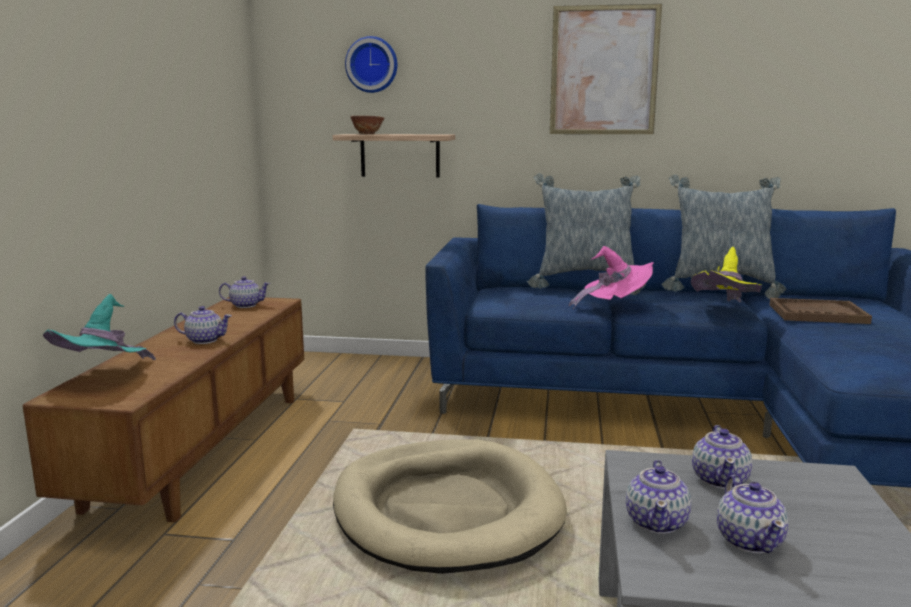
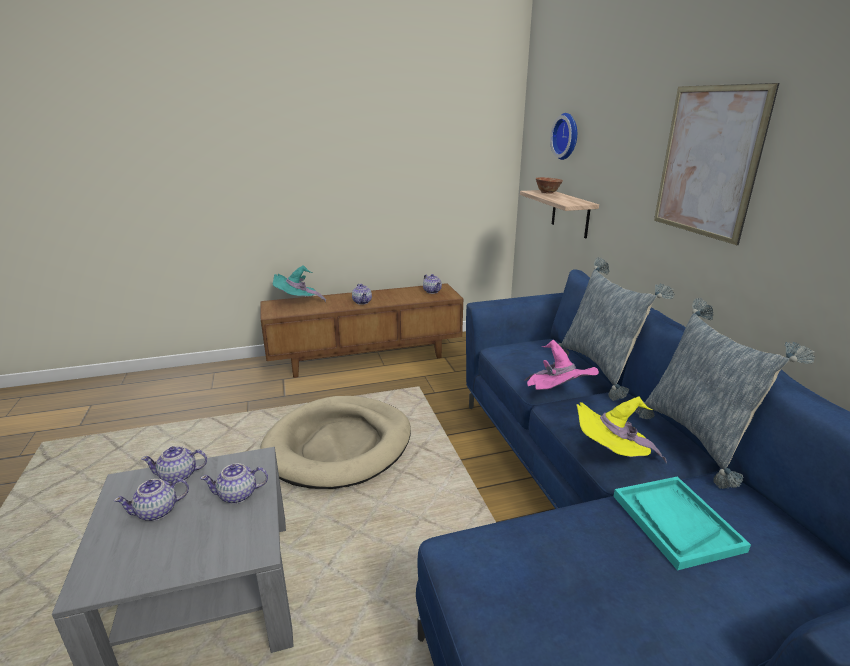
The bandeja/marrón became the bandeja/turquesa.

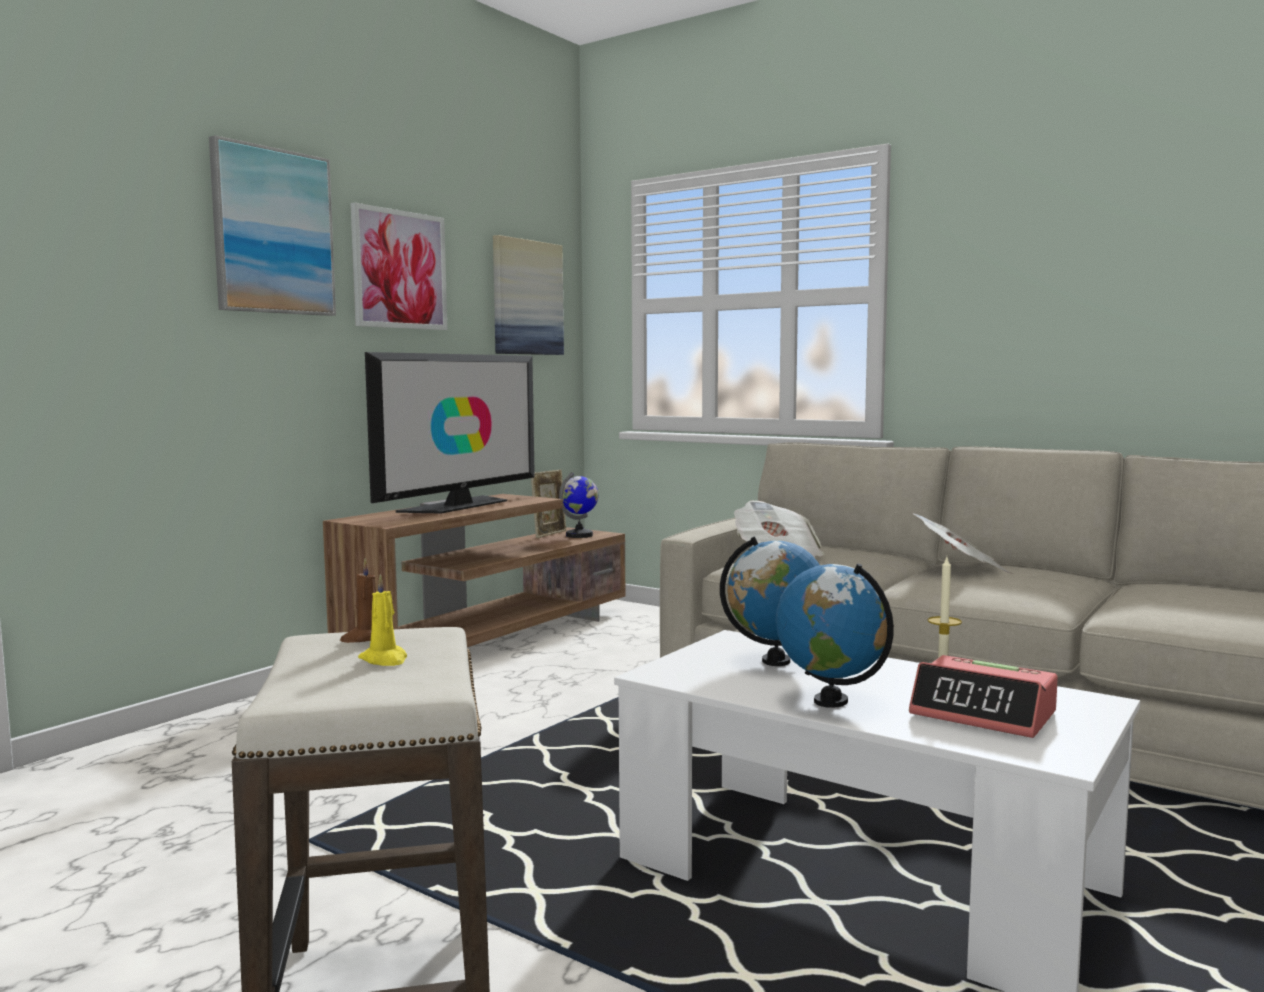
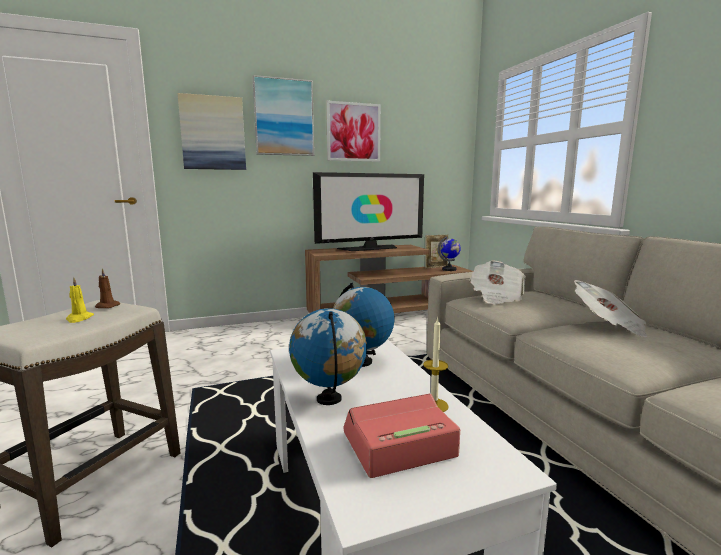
The cuadro (3rd from left in the first image) moved.
The despertador turned 90 degrees clockwise.

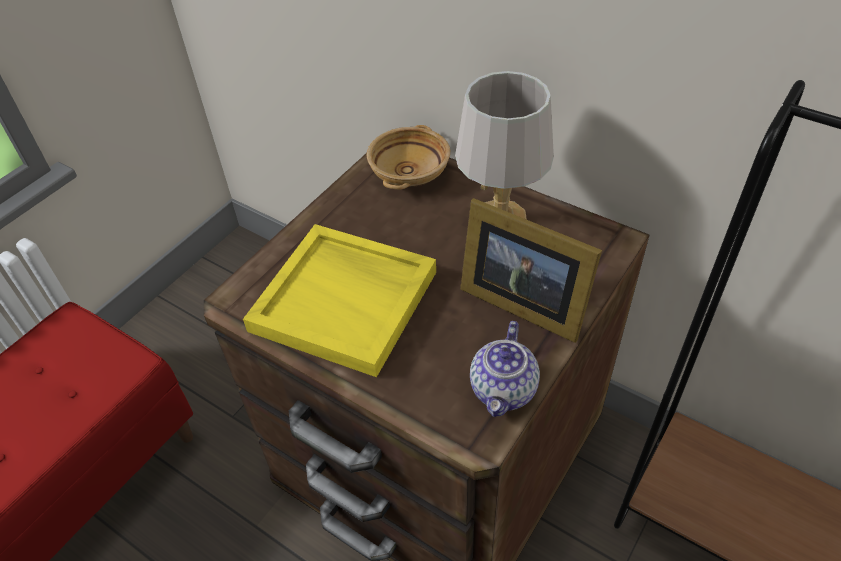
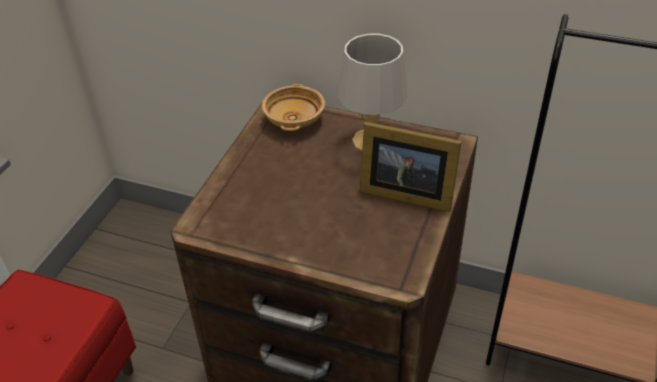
The bandeja/amarillo disappeared.
The tetera disappeared.

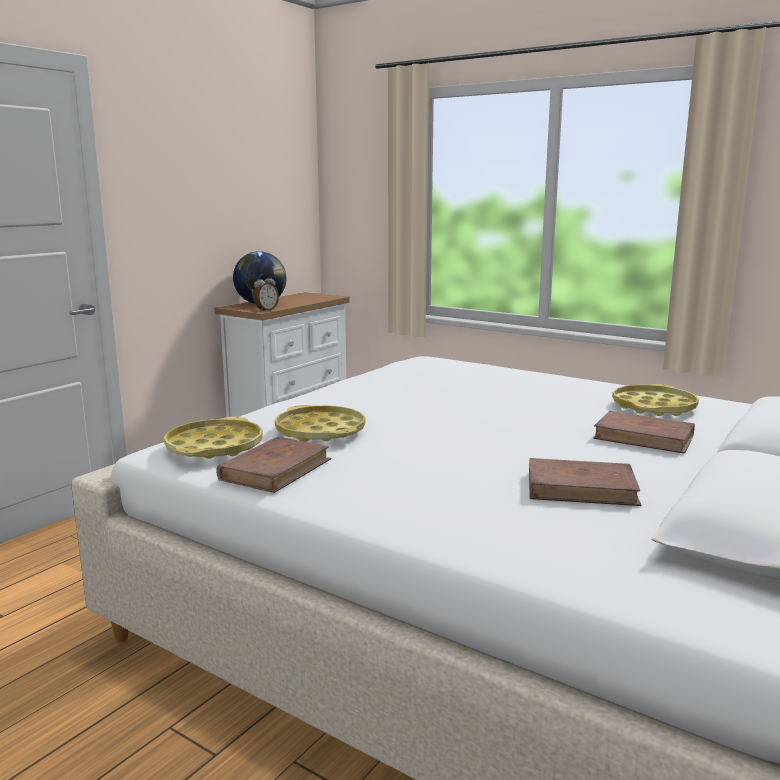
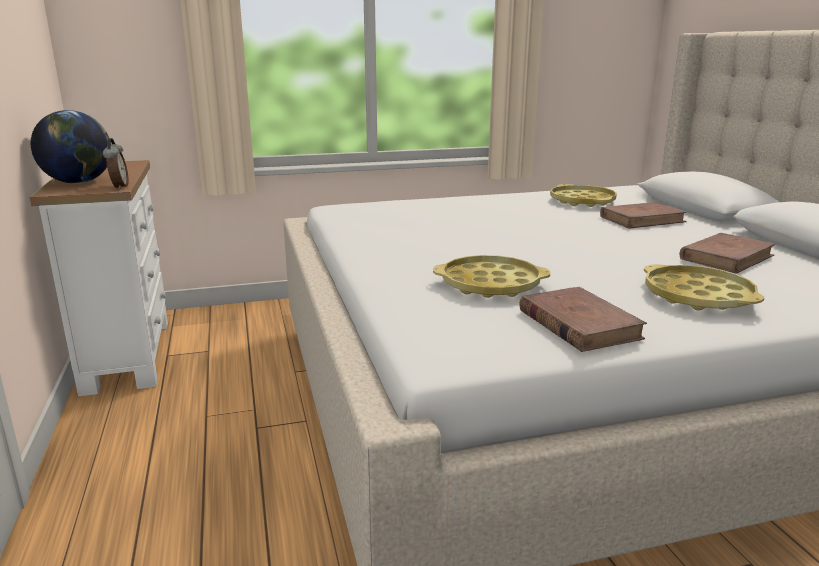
The bandeja/amarillo (1st from left in the first image) moved.

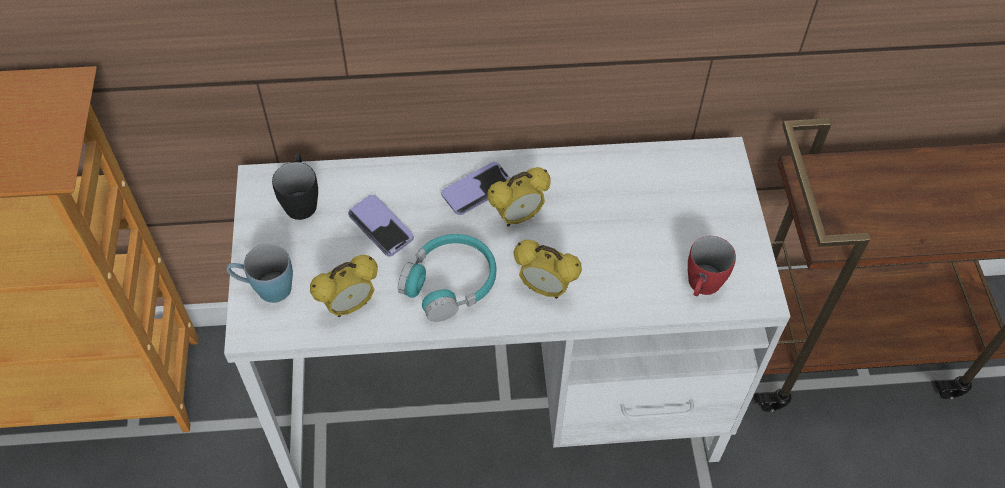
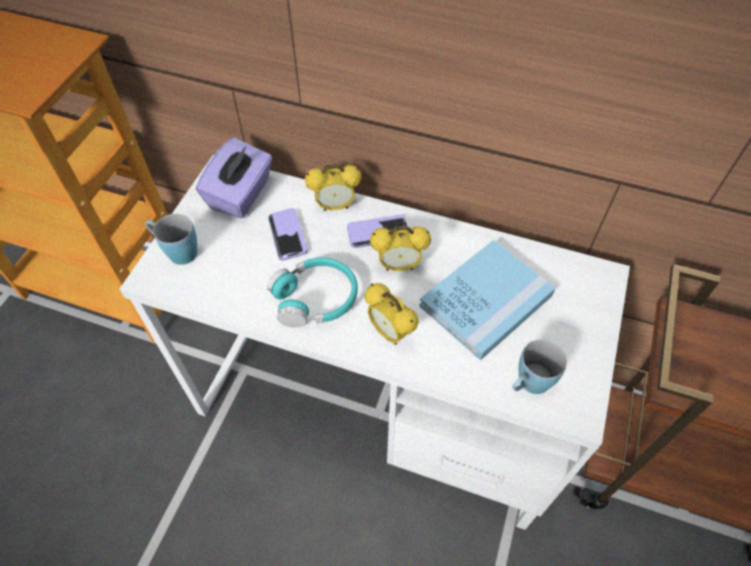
The taza grande/negro was replaced by the caja de pañuelos/morado.
The despertador (1st from left) moved.
The taza grande/rojo became the taza grande/azul (2nd from left).
The libro/azul appeared.

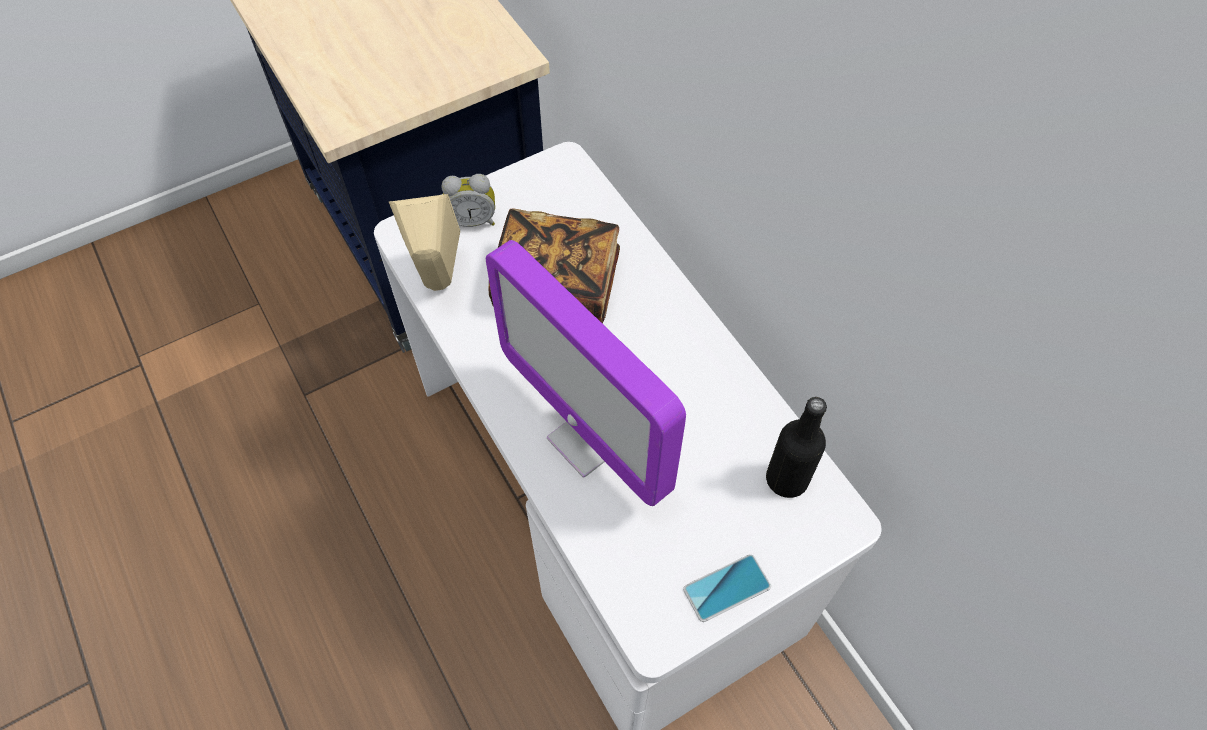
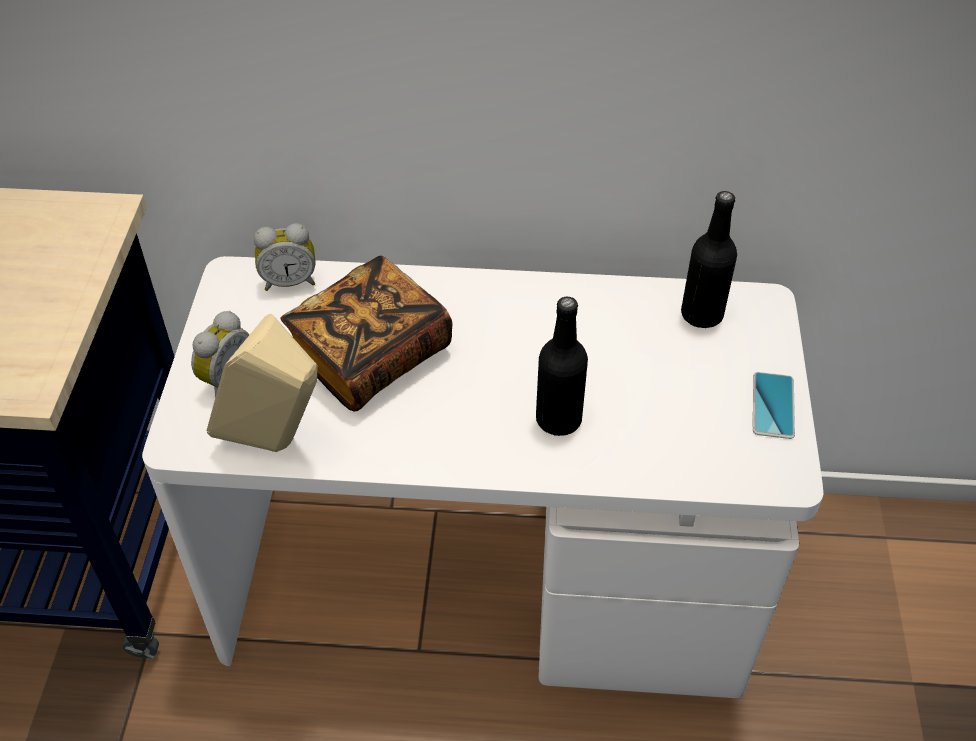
The monitor was replaced by the botella/negro (1st from left).
The despertador (2nd from left) appeared.

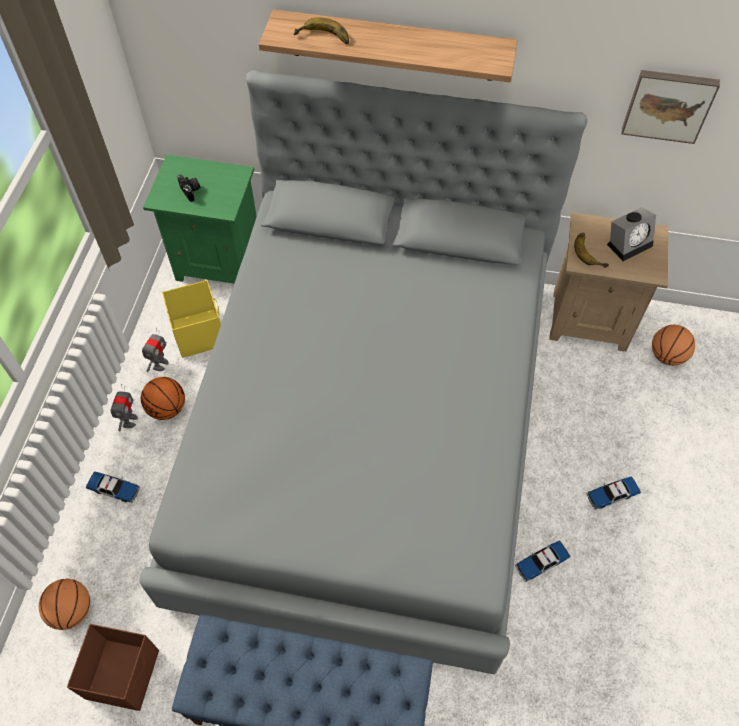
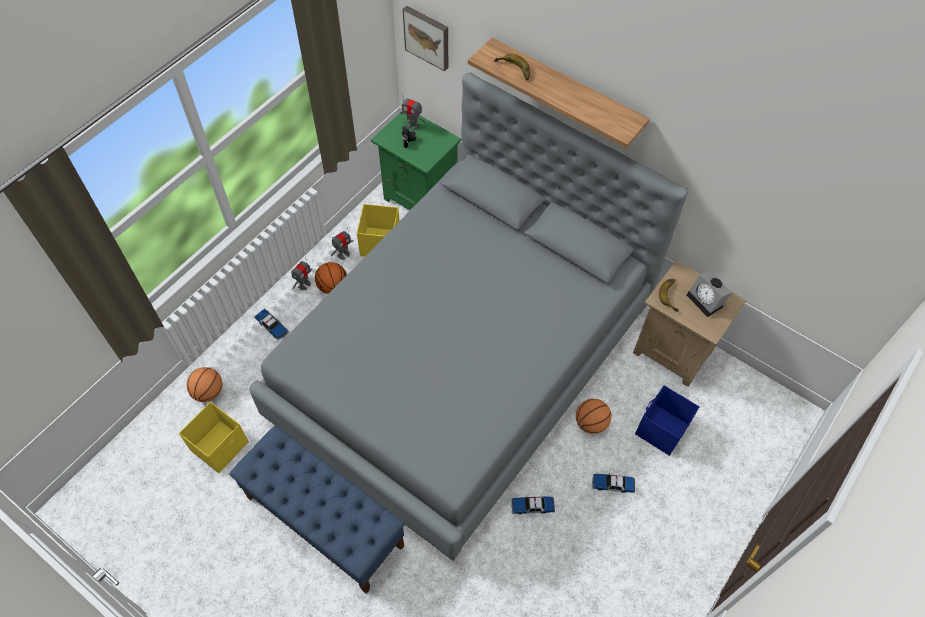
The caja de almacenaje/marrón became the caja de almacenaje/amarillo (1st from left).
The despertador turned 60 degrees clockwise.
The cuadro moved.
The balón de baloncesto (3rd from left) moved.
The robot de juguete (3rd from left) appeared.
The caja de almacenaje/azul appeared.

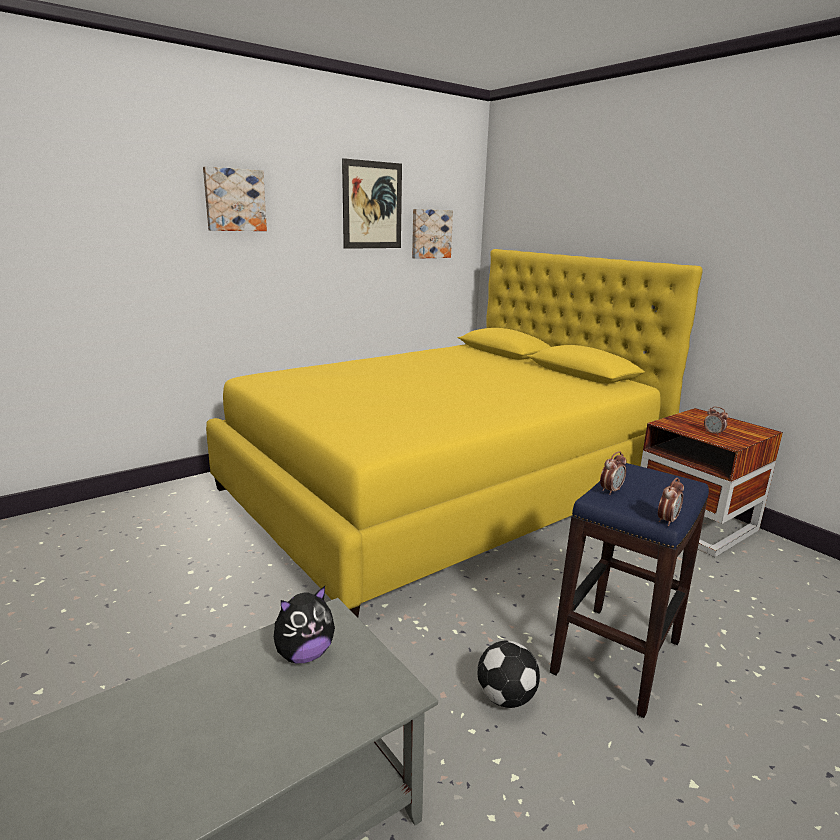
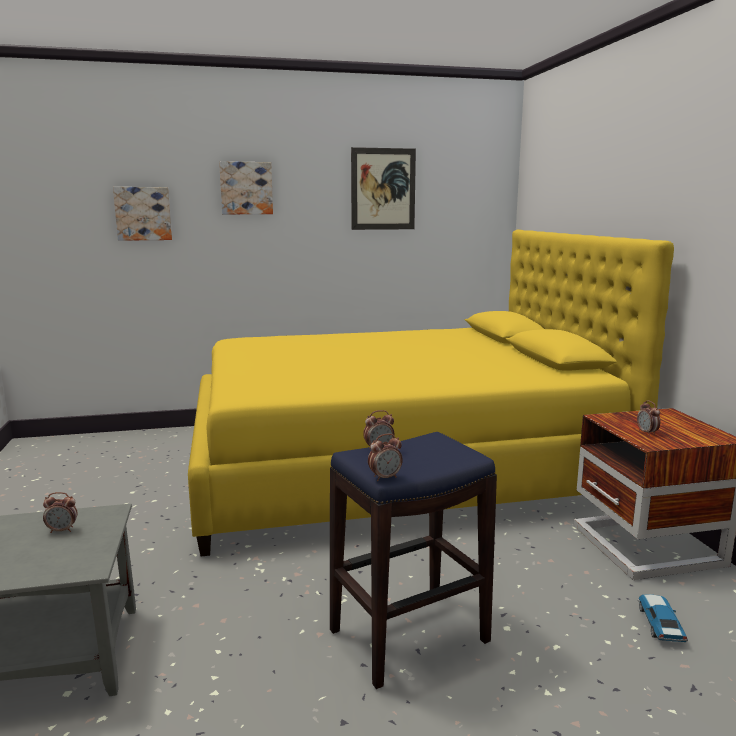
The peluche was replaced by the despertador (1st from left).
The cuadro (3rd from left in the first image) moved.
The balón de fútbol disappeared.
The coche de juguete appeared.

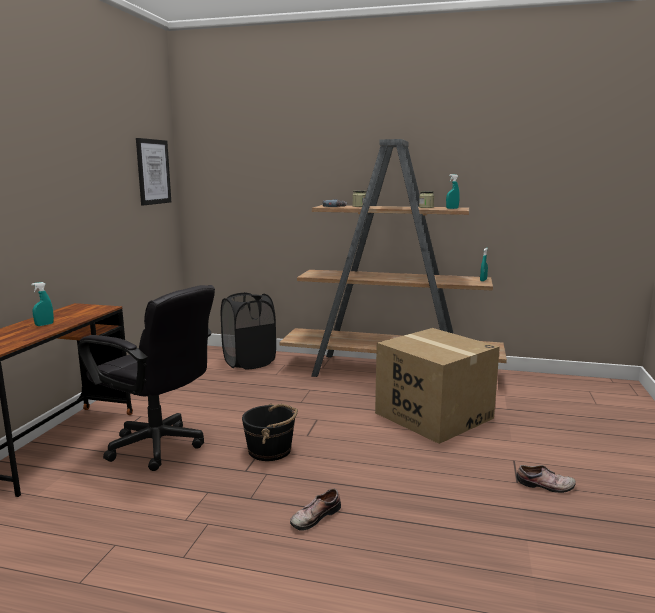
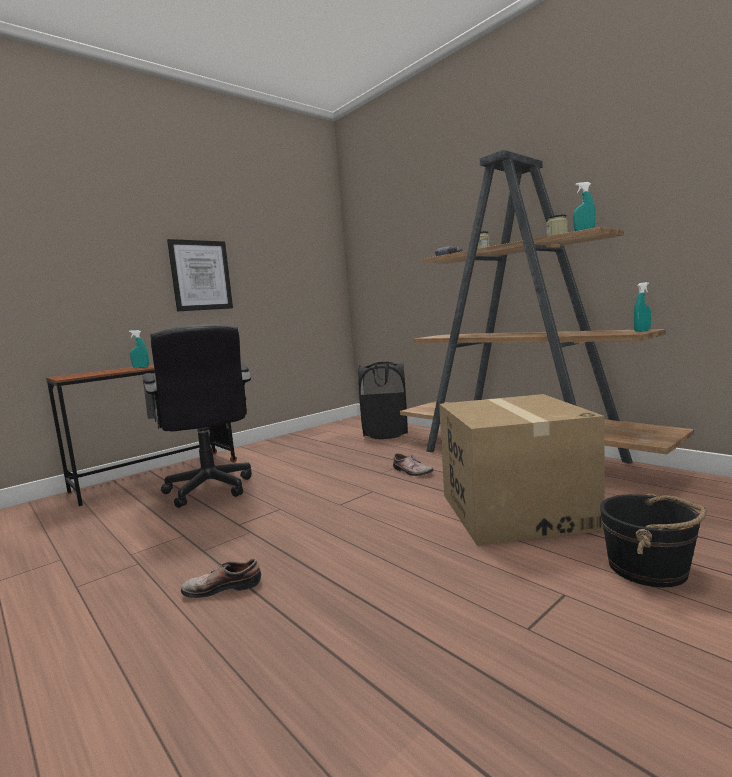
The cuadro moved.
The cubo/negro moved.
The zapato (2nd from left) moved.

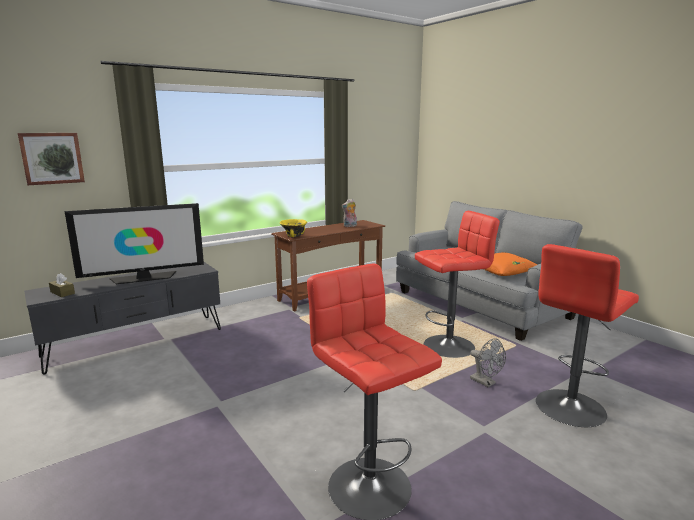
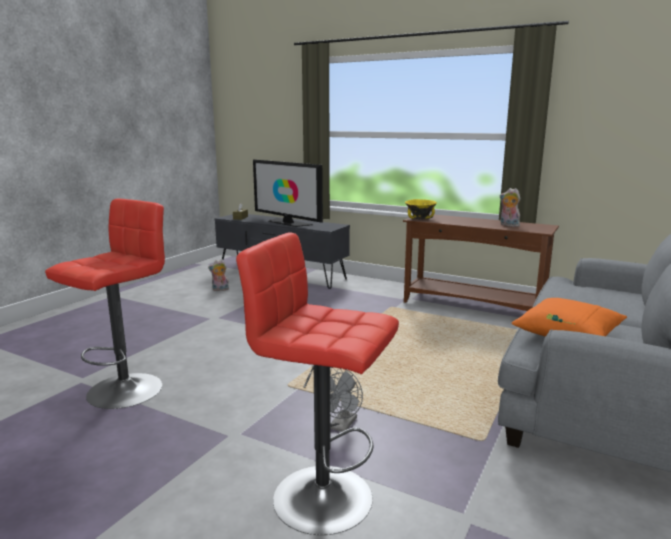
The cuadro disappeared.
The taburete/rojo (2nd from left) disappeared.
The peluche (1st from left) appeared.

